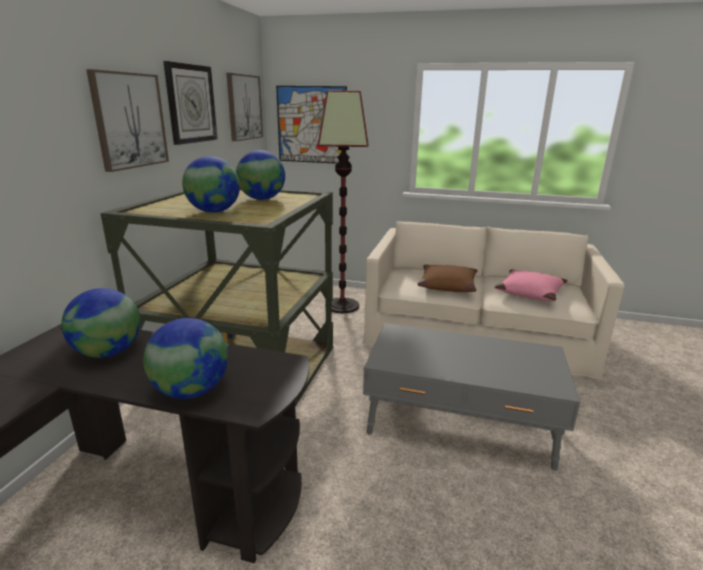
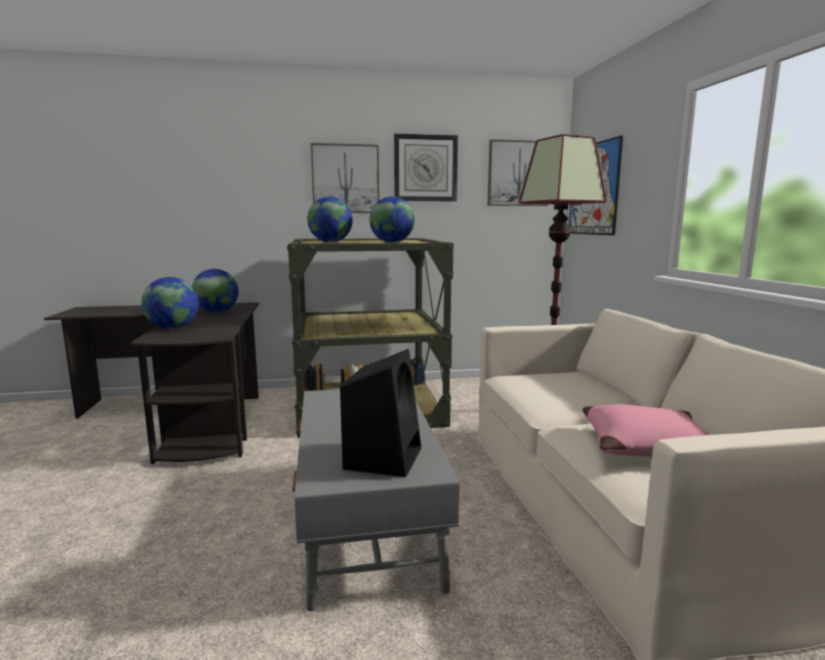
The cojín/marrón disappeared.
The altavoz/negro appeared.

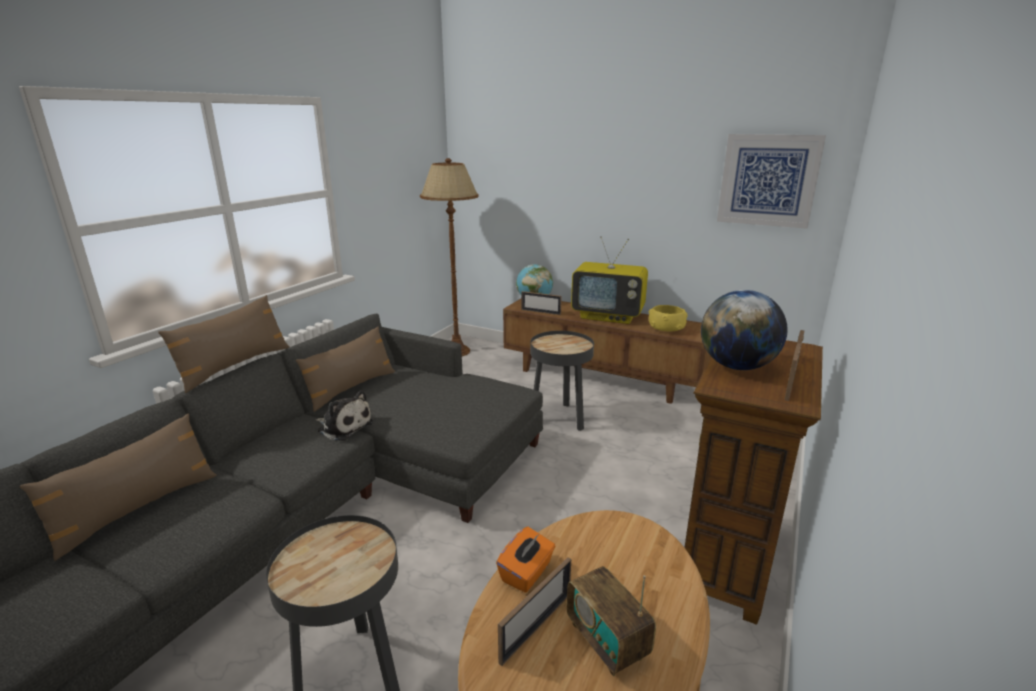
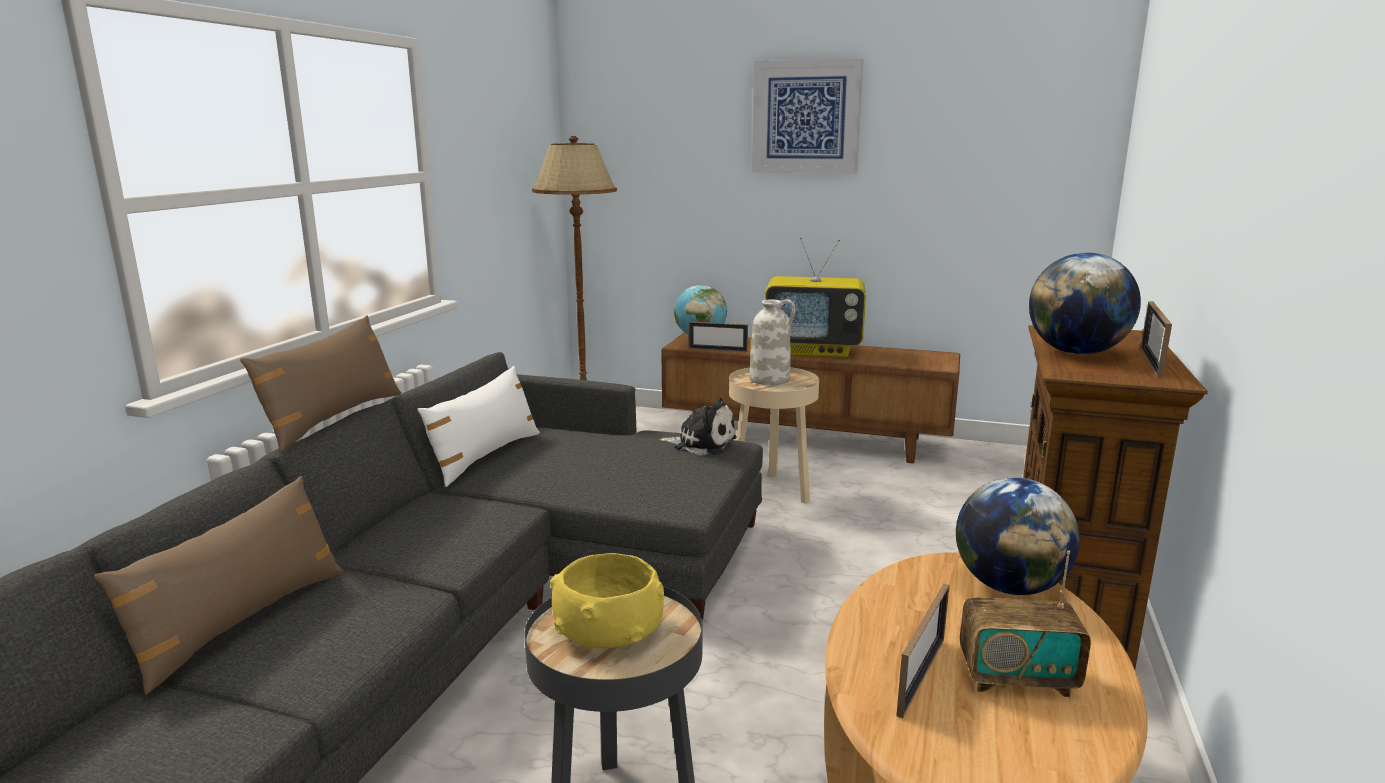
The cojín/marrón (3rd from left) became the cojín/blanco.
The peluche moved.
The caja de pañuelos/naranja disappeared.
The mesa auxiliar/negro (2nd from left) became the mesa auxiliar/beis.
The radio turned 45 degrees counterclockwise.
The cuenco/amarillo moved.
The cuadro moved.
The florero/blanco appeared.
The globo terráqueo (2nd from left) appeared.

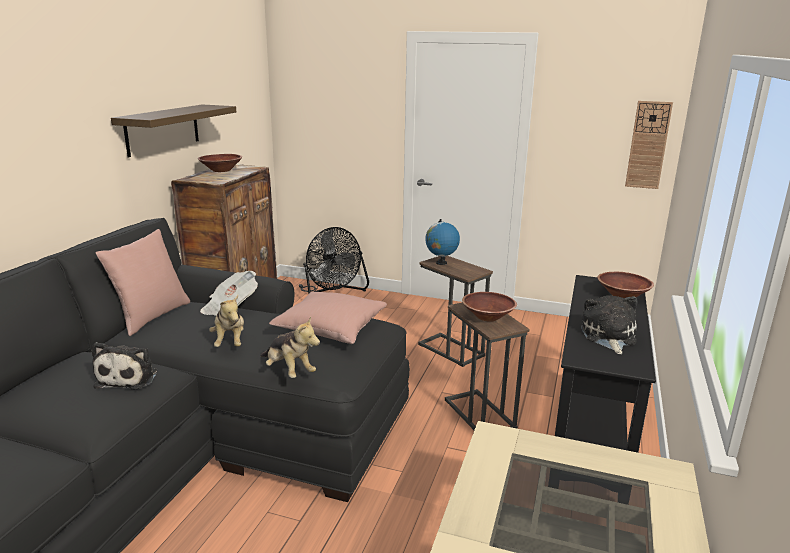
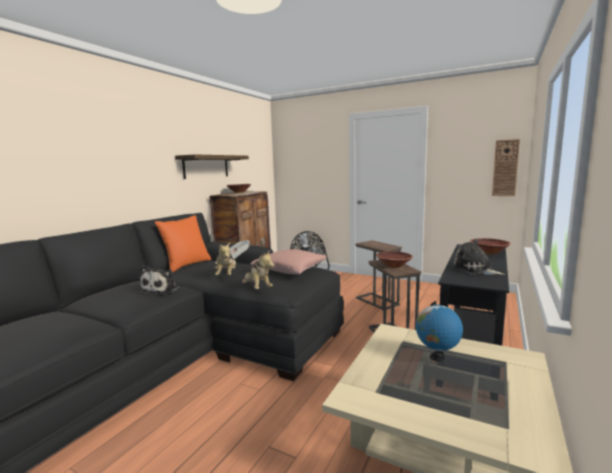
The cojín/rosa (1st from left) became the cojín/naranja.
The globo terráqueo moved.
The peluche (4th from left) turned 60 degrees counterclockwise.

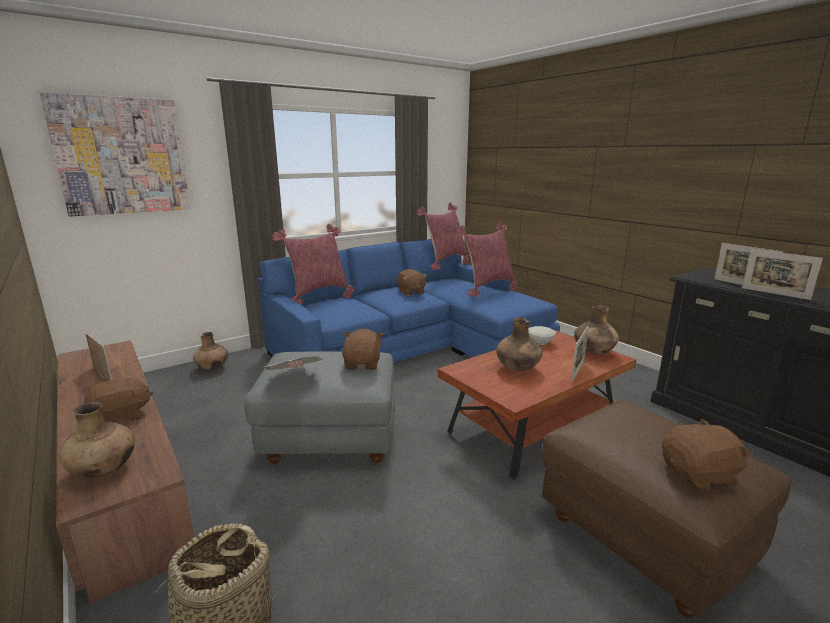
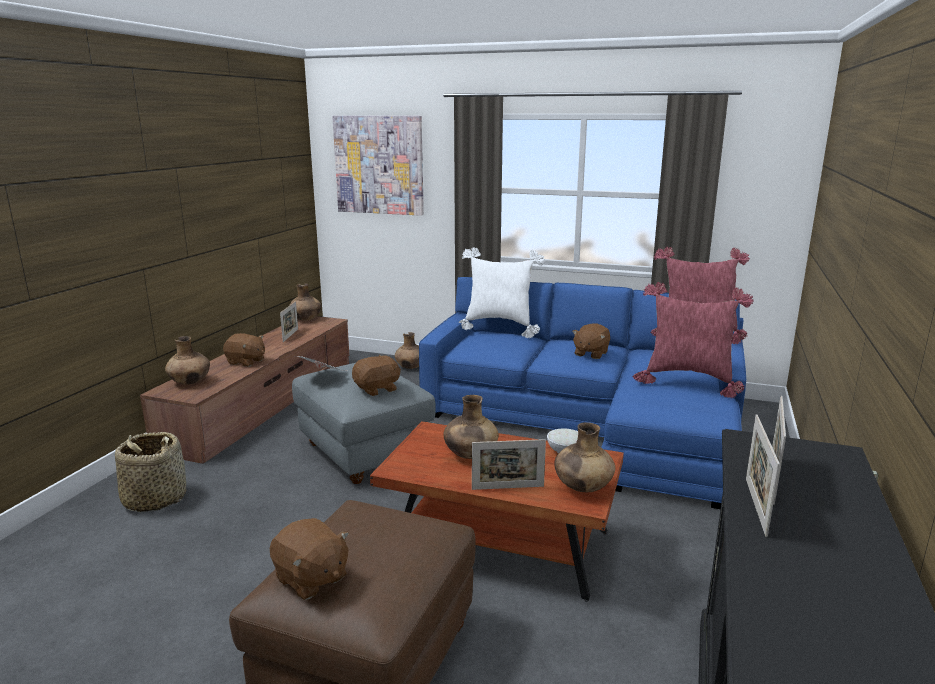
The cojín/rojo (1st from left) became the cojín/blanco.
The florero/marrón (2nd from left) appeared.

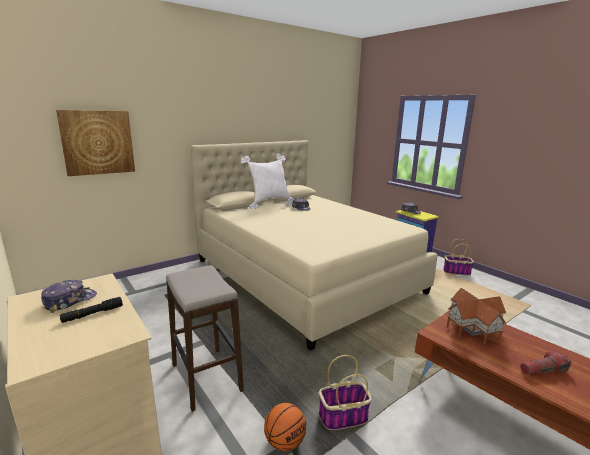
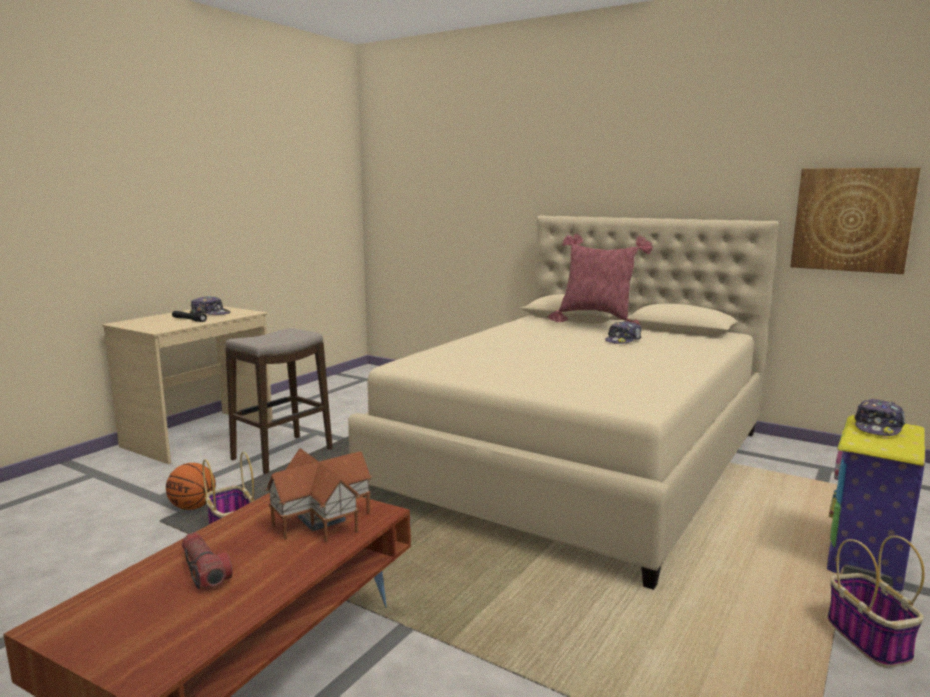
The cuadro moved.
The cojín/blanco became the cojín/rojo.

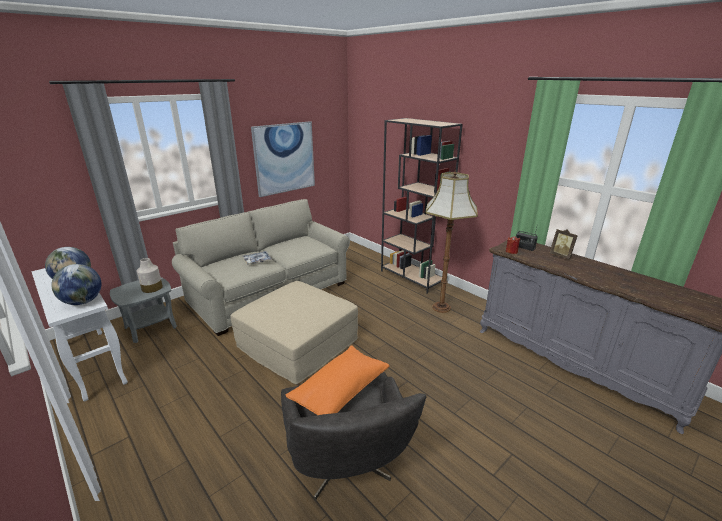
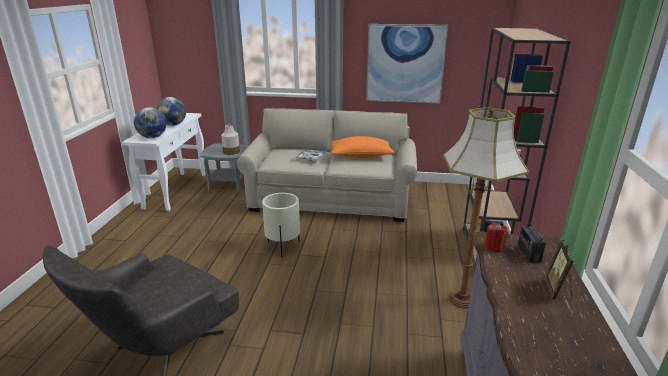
The puf/beis was replaced by the maceta/beis.
The cojín/naranja moved.

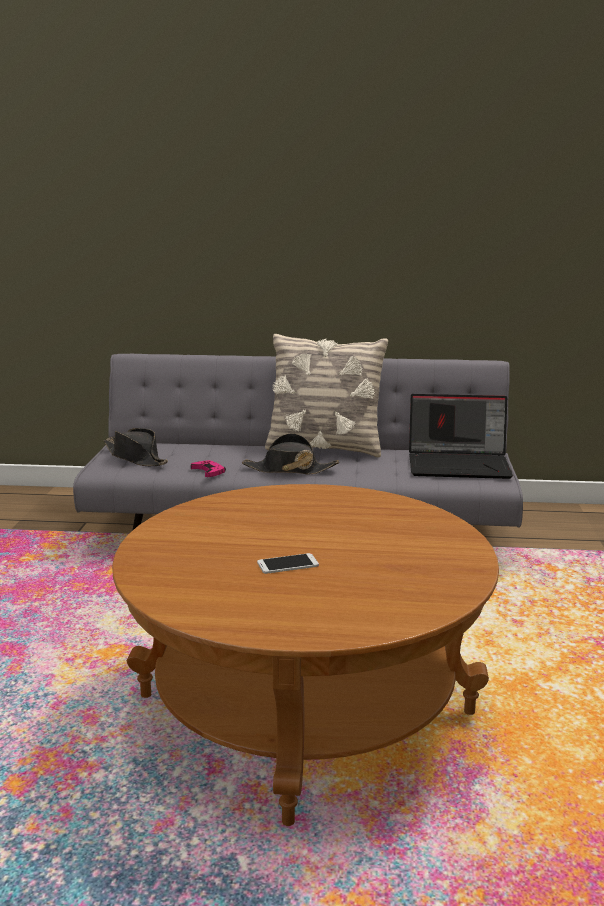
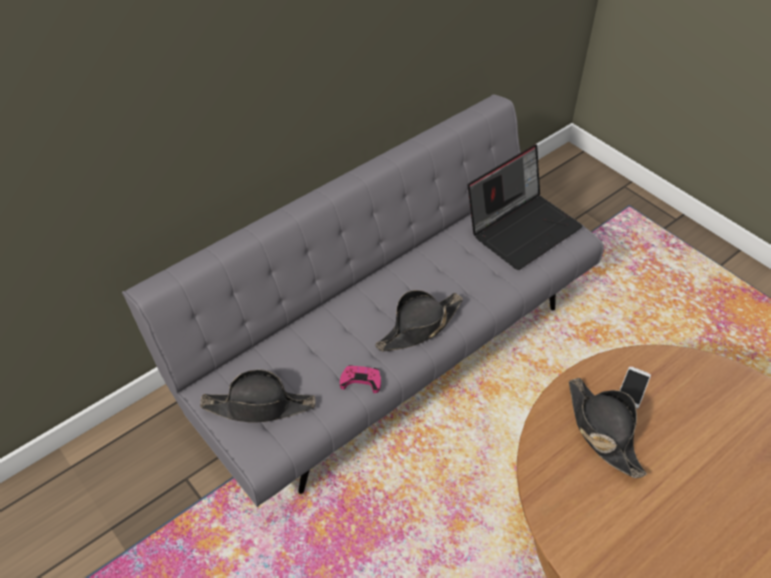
The móvil moved.
The cojín/beis disappeared.
The sombrero/negro (3rd from left) appeared.

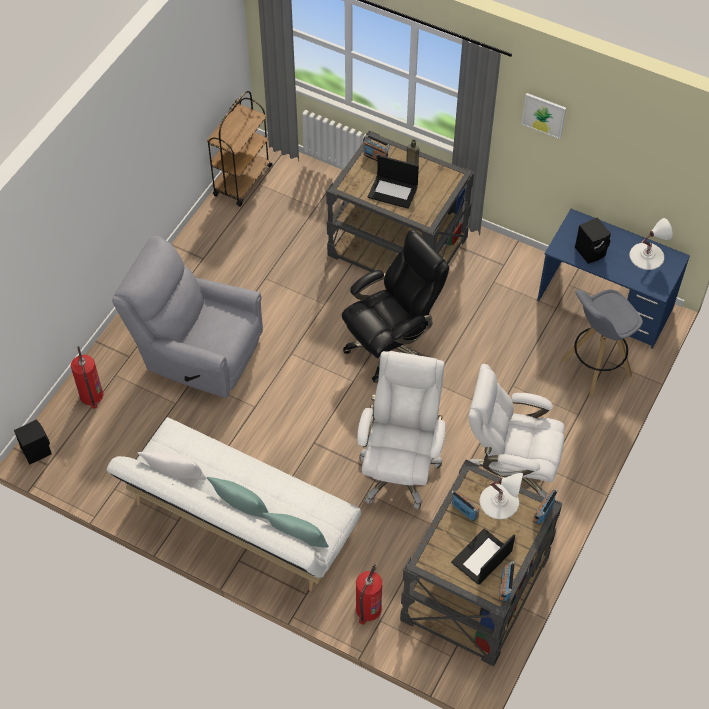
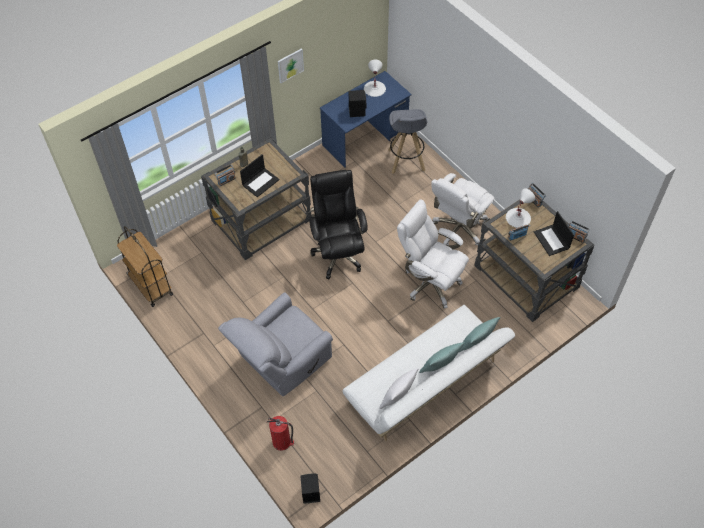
The extintor (2nd from left) disappeared.

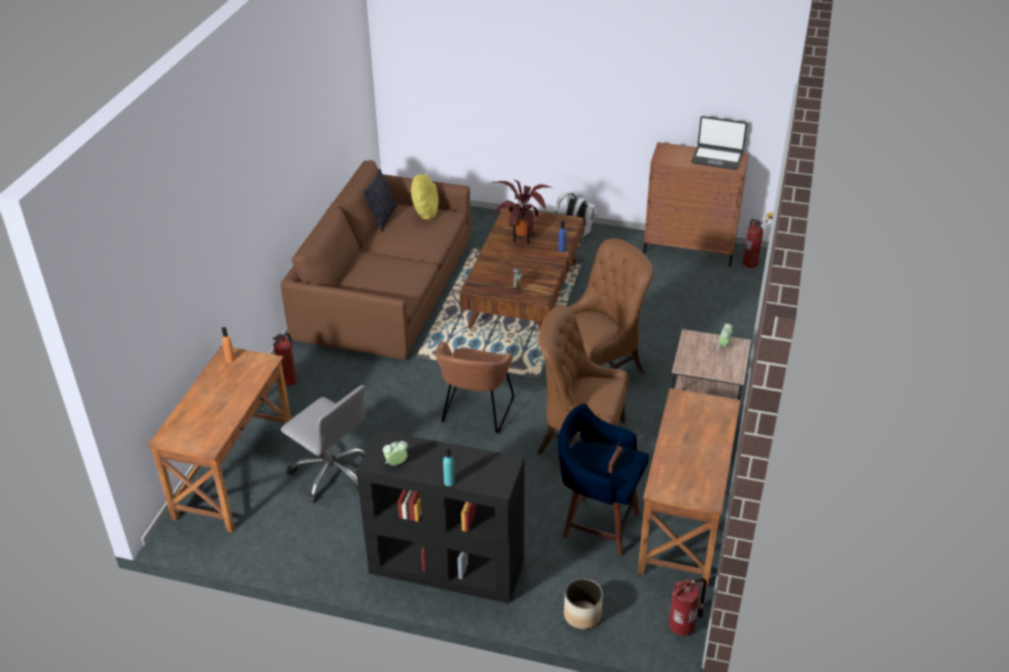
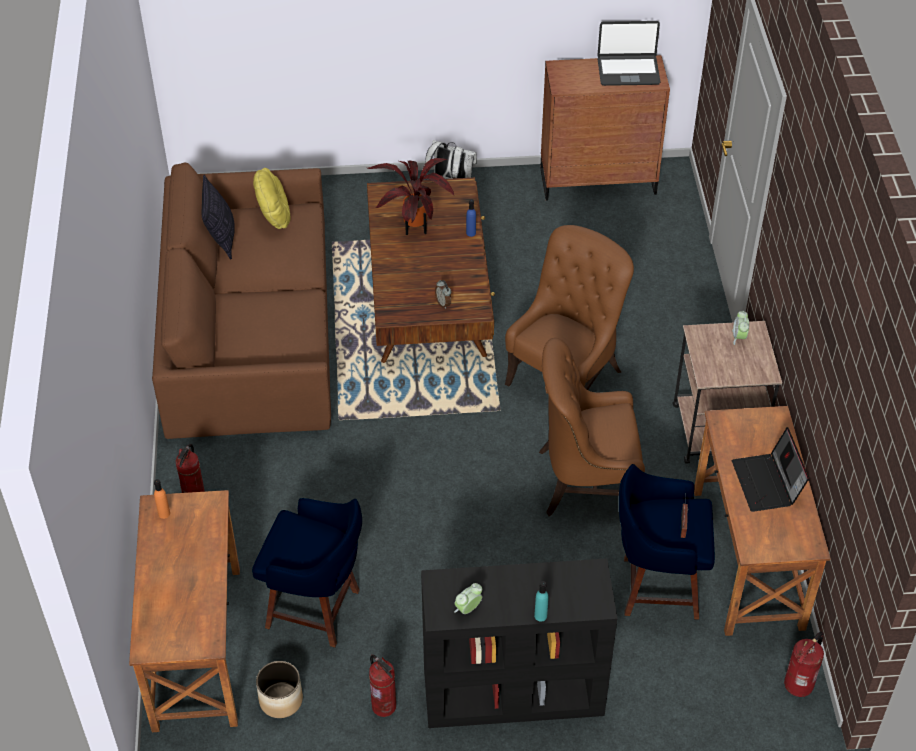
The silla de oficina/gris was replaced by the taburete/azul (1st from left).
The sillón/marrón disappeared.
The maceta moved.
The extintor (3rd from left in the first image) moved.
The portátil (2nd from left) appeared.

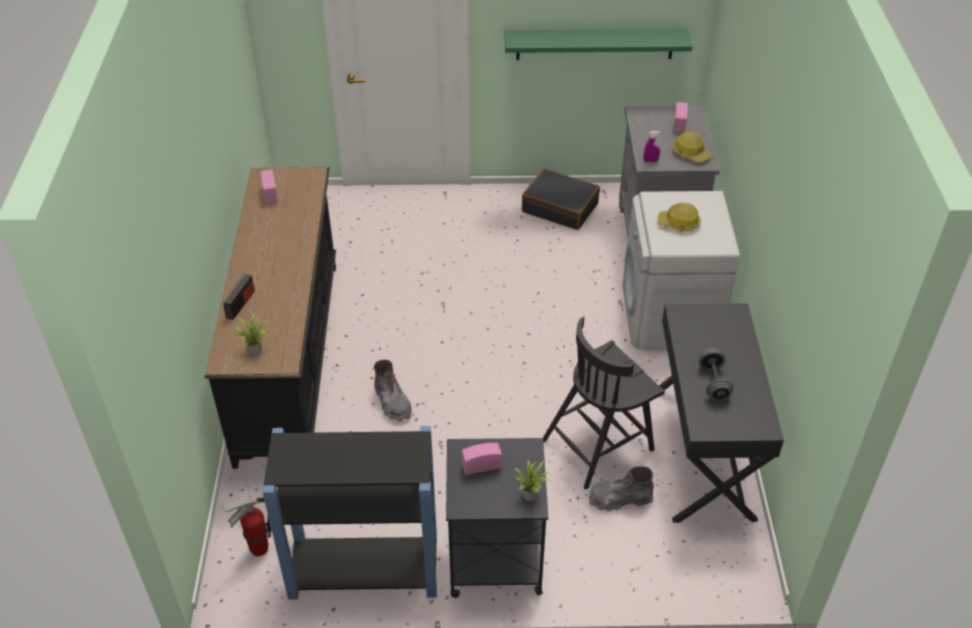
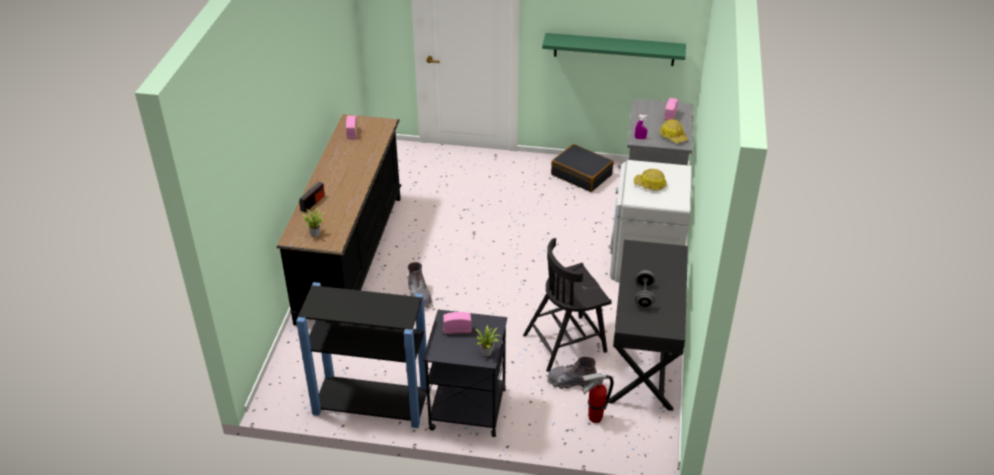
The extintor moved.

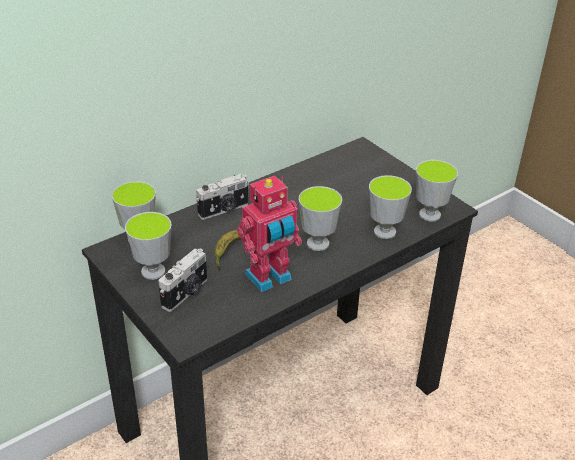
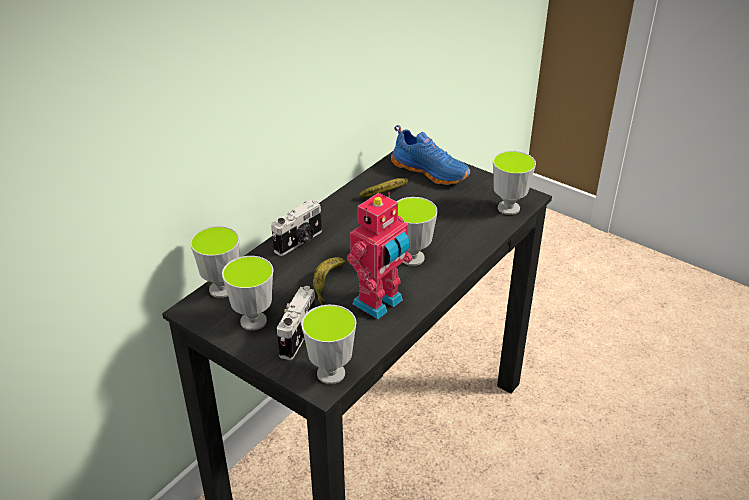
The taza (4th from left in the first image) moved.
The plátano (2nd from left) appeared.
The zapato/azul appeared.

